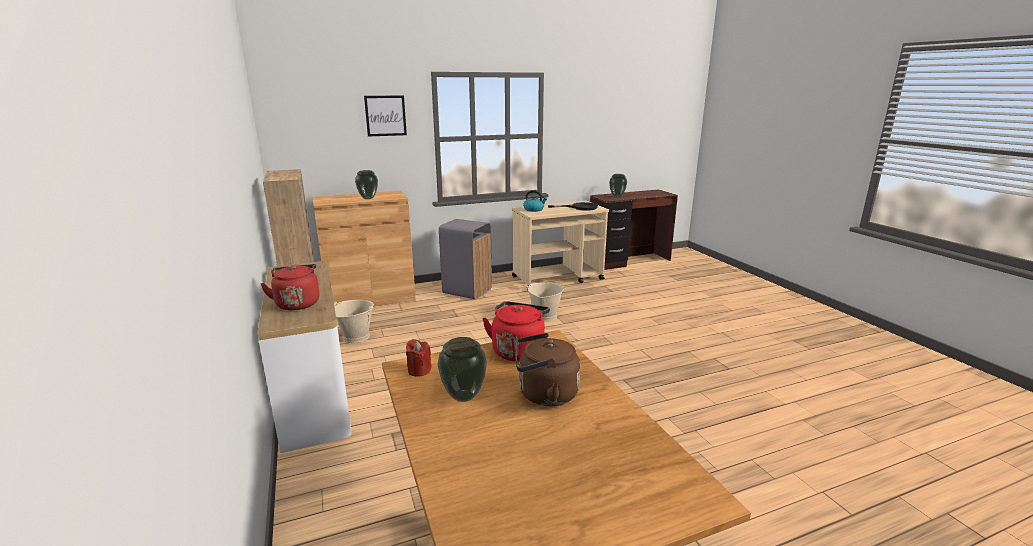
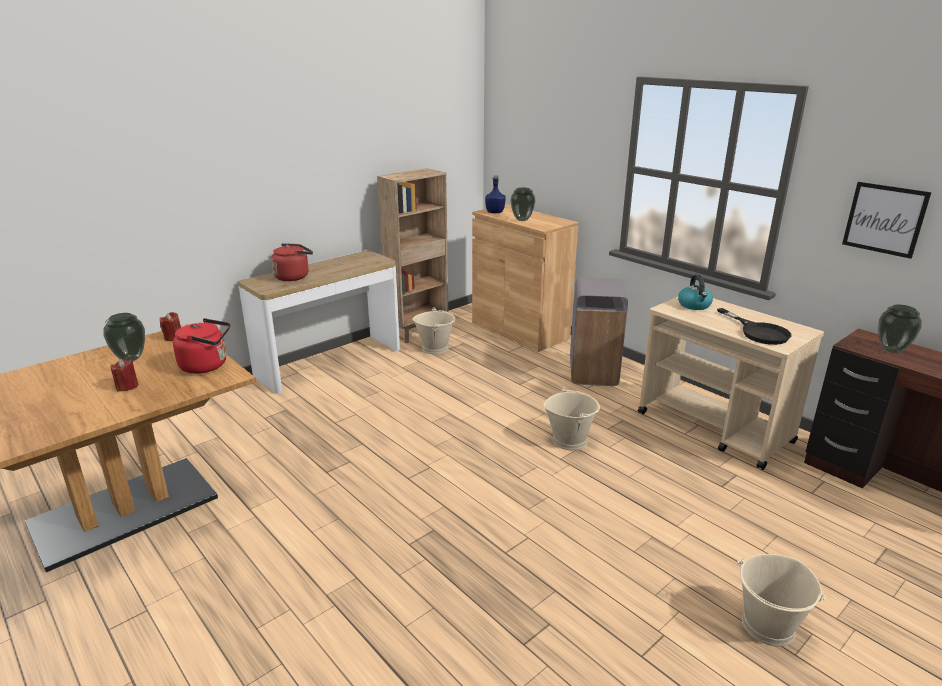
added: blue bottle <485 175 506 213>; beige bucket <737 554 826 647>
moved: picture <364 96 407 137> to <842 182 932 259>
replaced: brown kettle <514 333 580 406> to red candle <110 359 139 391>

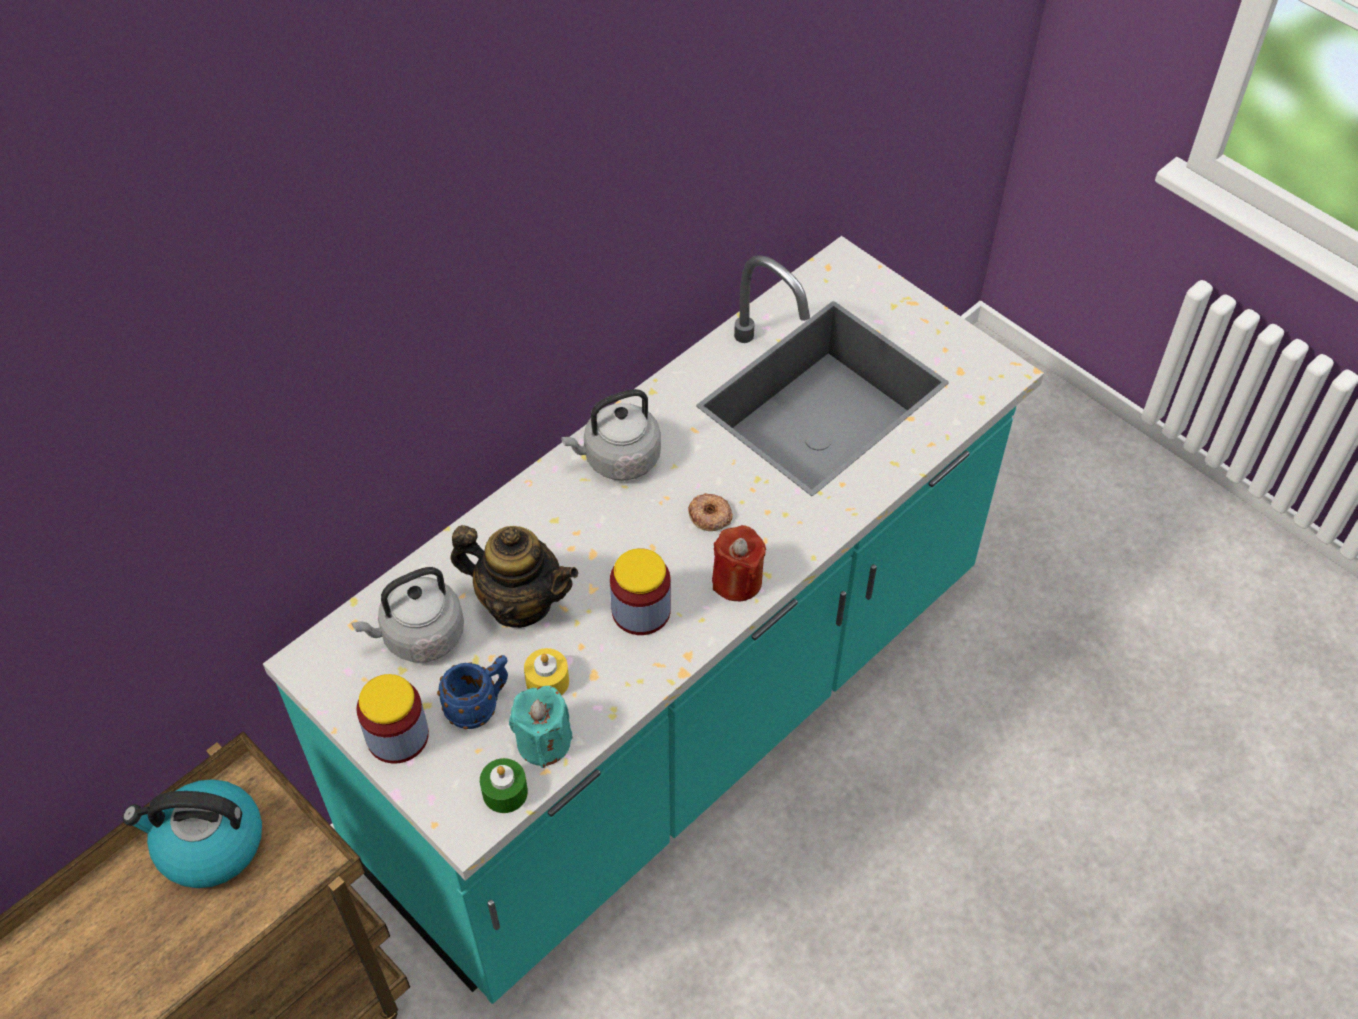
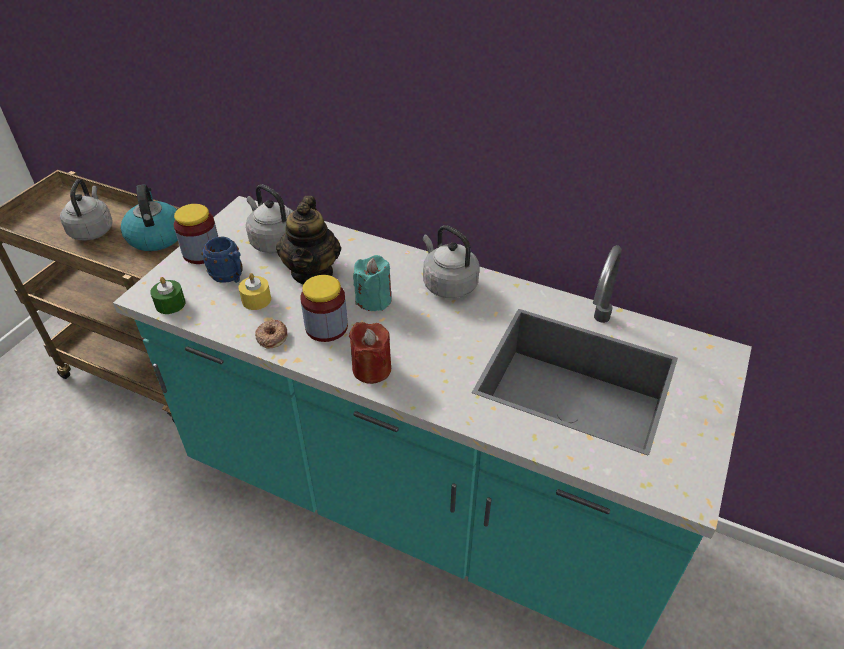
added: grey kettle <60 179 113 241>
moved: turquoise candle <509 686 573 768> to <353 255 392 311>; donut <688 493 733 531> to <255 319 287 348>

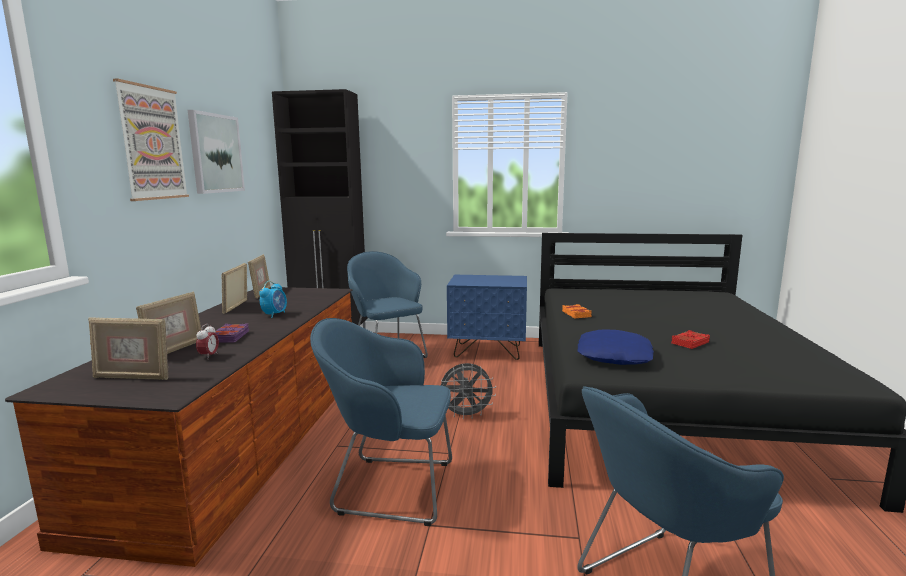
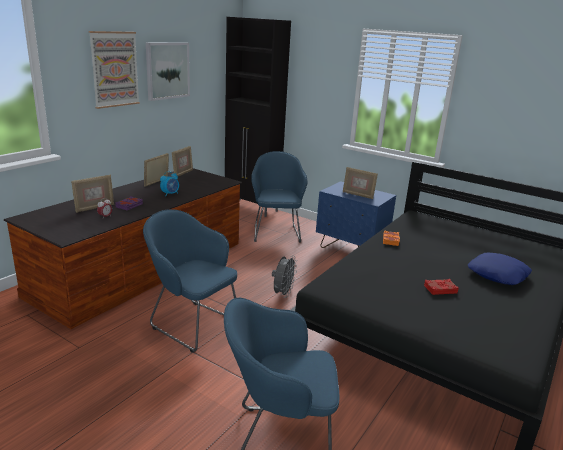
moved: picture frame <88 317 169 380> to <343 167 378 199>; blue pillow <577 329 654 365> to <468 253 532 285>
turned: grey fan <441 363 496 419> = <272 255 297 298> 90 degrees counterclockwise

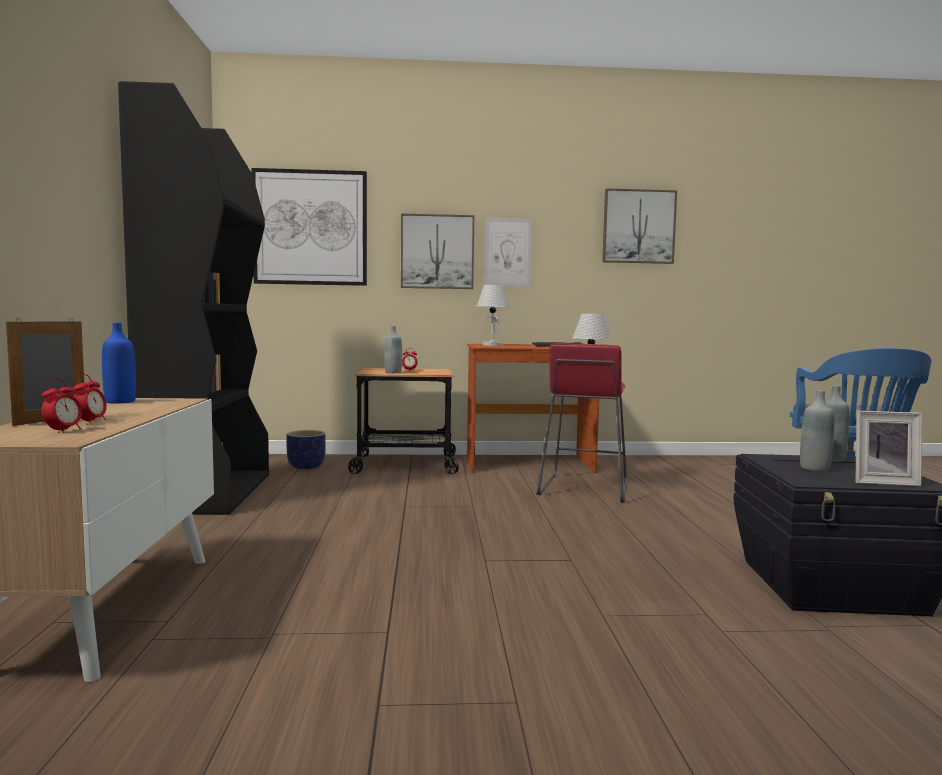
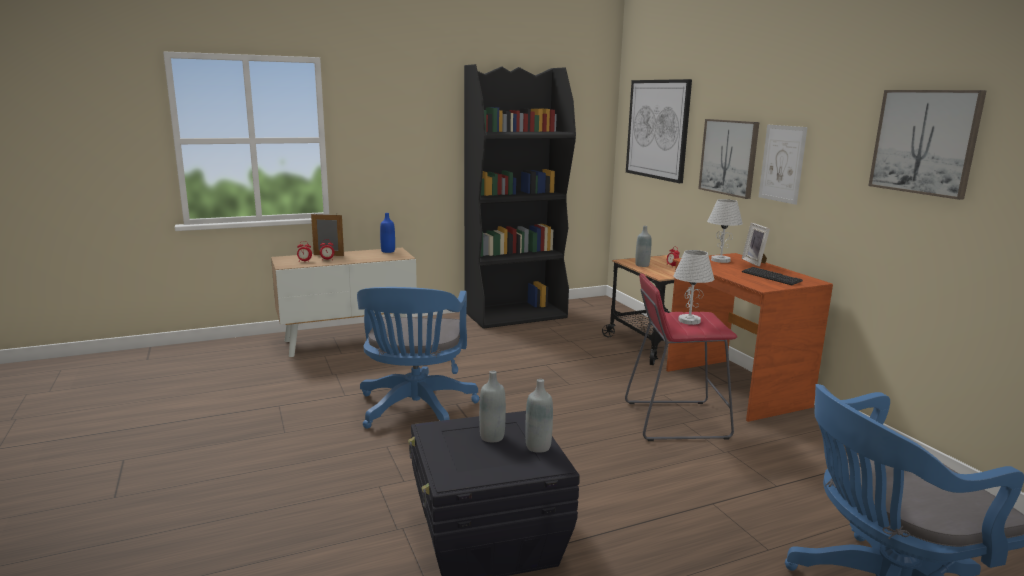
removed: planter <286 430 326 469>
added: blue office chair <357 287 480 429>
moved: picture frame <855 411 922 486> to <742 223 770 267>

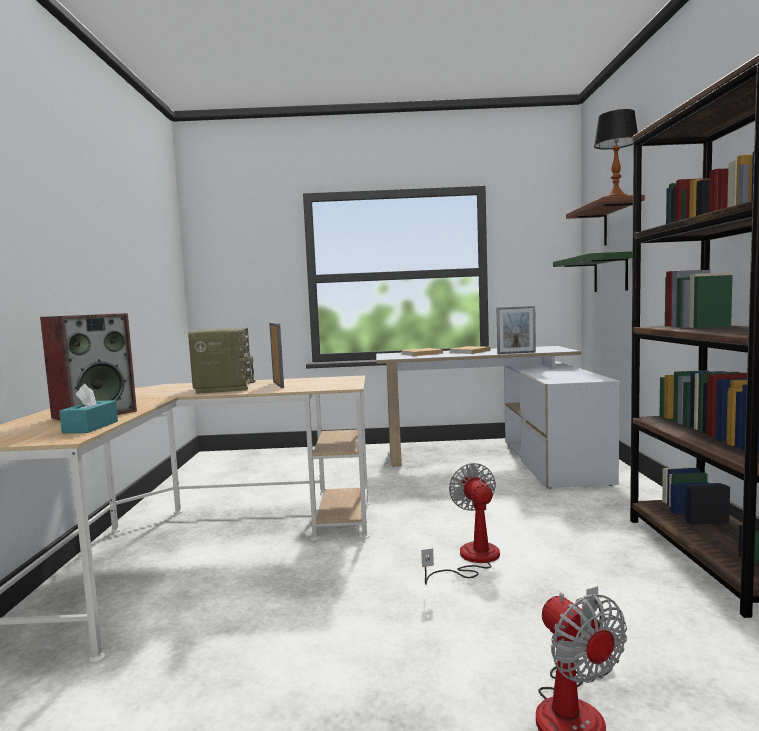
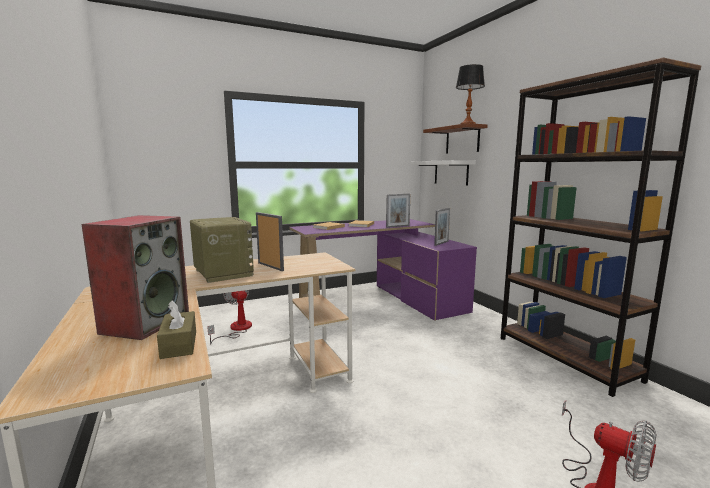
added: picture frame <434 208 450 246>
moved: fan <421 463 500 585> to <207 290 252 344>
recoloured: turquoise tissue box <59 384 118 434> to brown tissue box <157 300 196 359>; white desk <376 346 620 488> to purple desk <289 219 477 321>; green shelf <553 251 632 292> to white shelf <410 160 476 186>

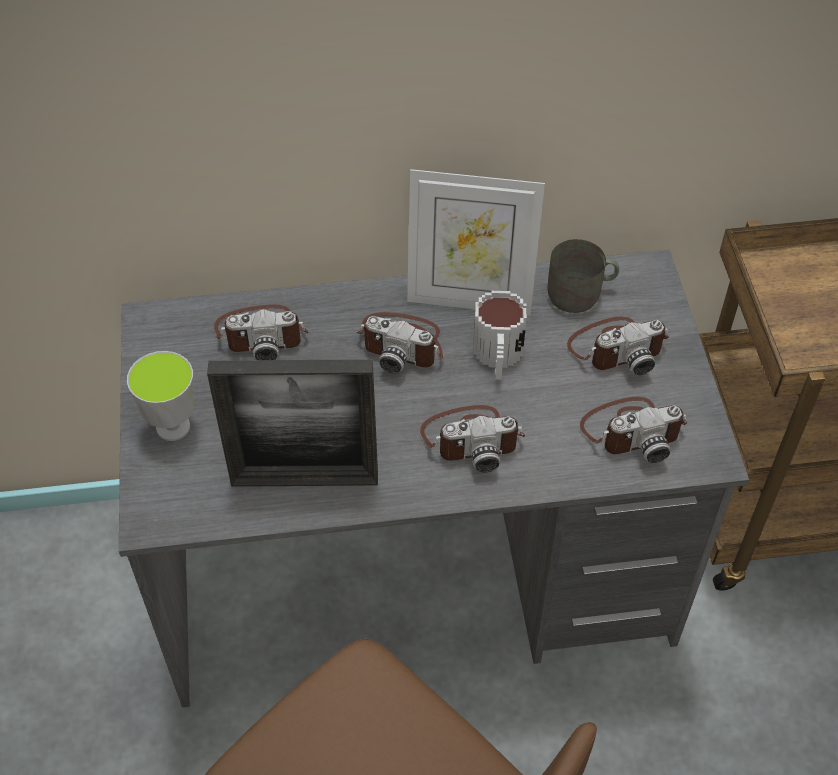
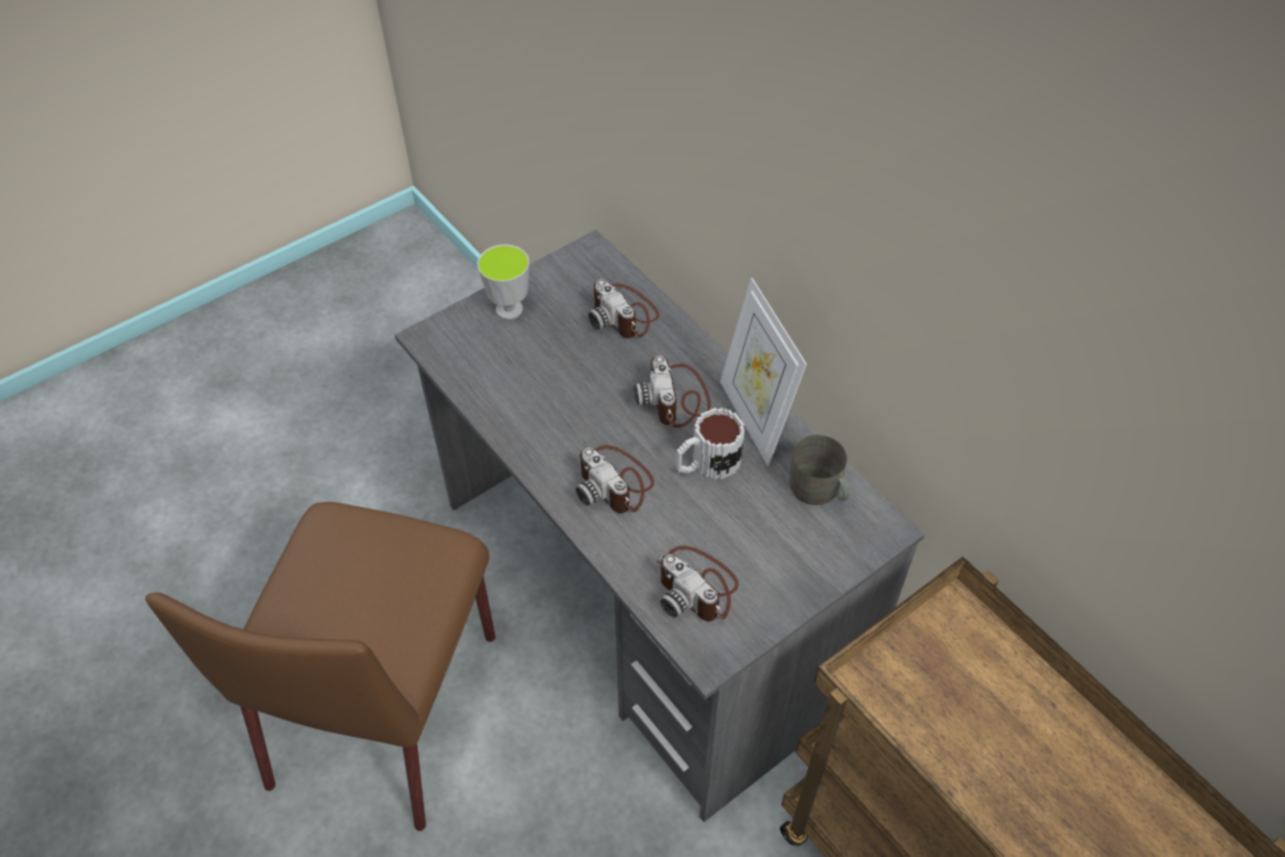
removed: picture frame <207 359 378 487>; photo camera <567 317 669 375>

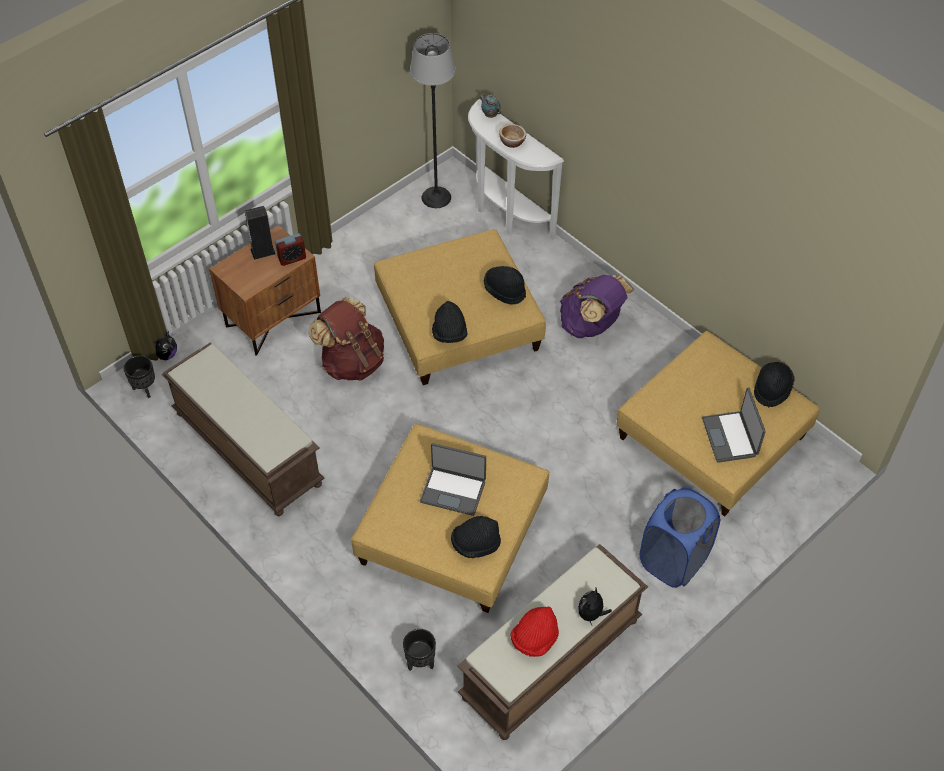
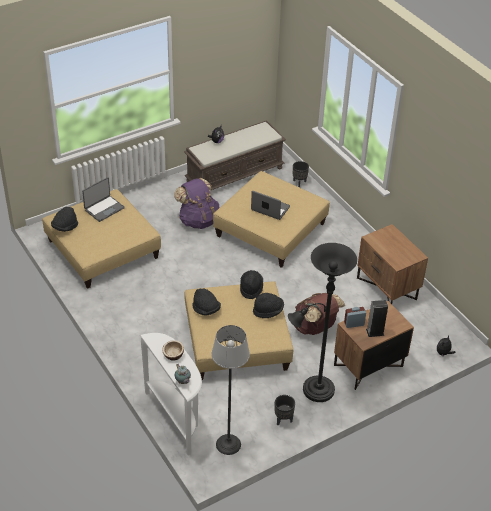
removed: red hat <510 606 559 657>; blue laundry basket <640 488 720 588>
added: black floor lamp <288 243 357 402>
moved: black planter <124 355 155 398> to <275 395 295 426>; black hat <451 516 501 558> to <253 293 284 318>; purple backpack <560 275 634 338> to <174 178 219 229>
replaced: brown bench <162 342 325 516> to brown nightstand <357 224 428 304>
turned: laptop <702 387 766 463> = <82 177 125 222> 45 degrees clockwise

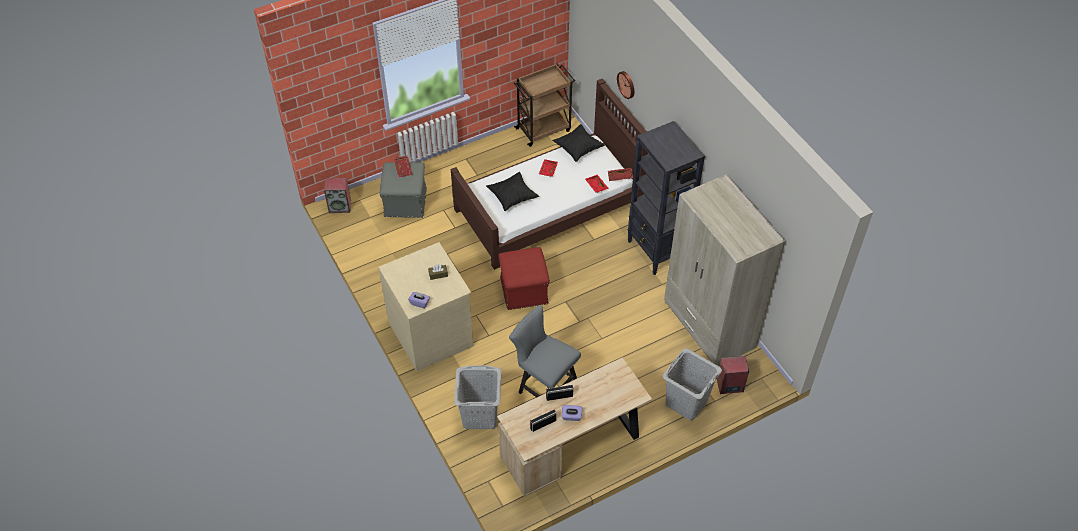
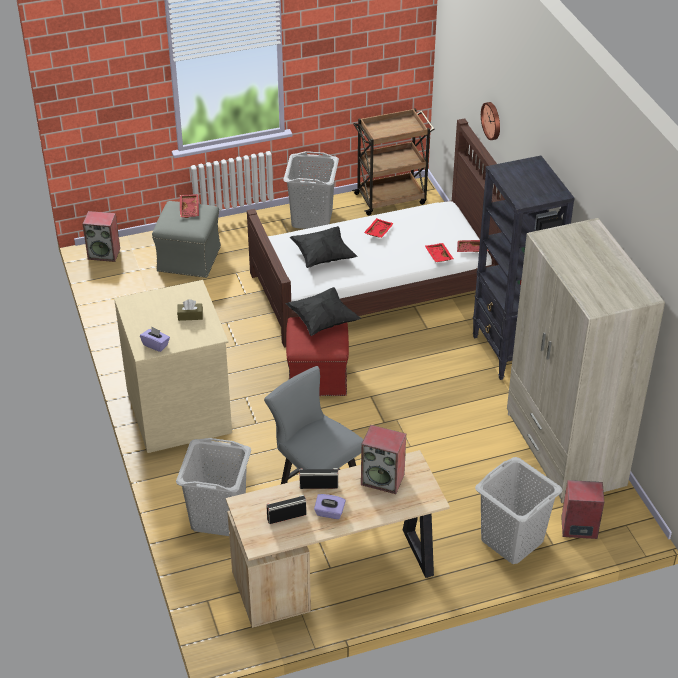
added: grey laundry basket <283 151 339 229>; speaker <361 425 406 494>
moved: black pillow <552 124 605 162> to <286 287 361 336>

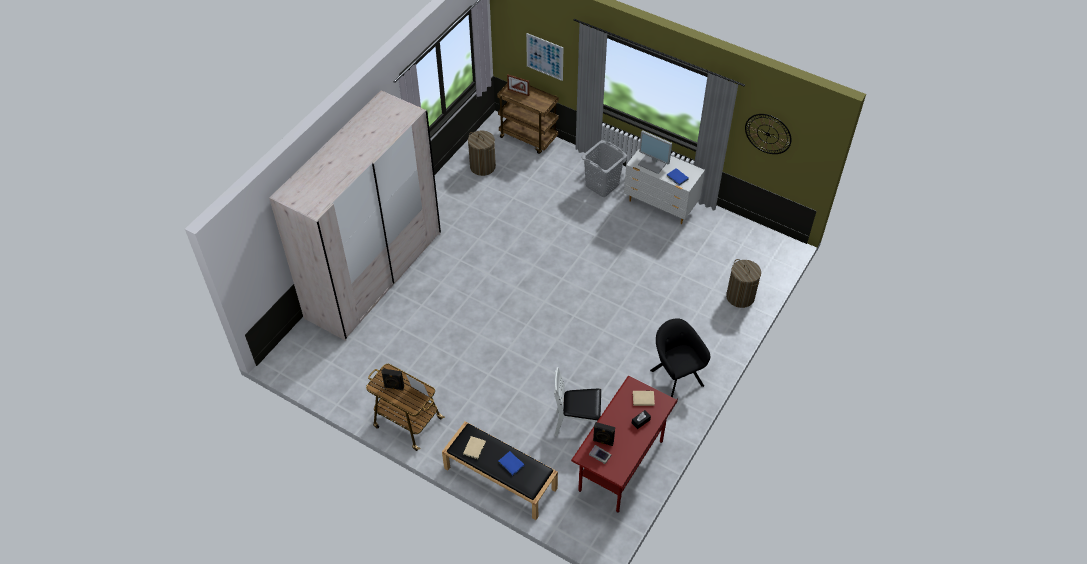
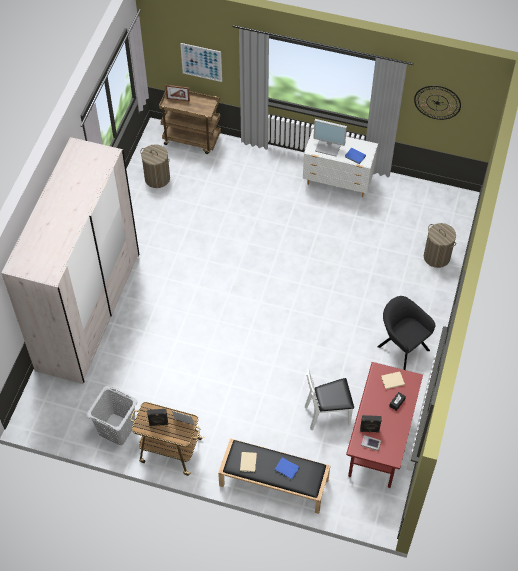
moved: grey laundry basket <581 140 627 197> to <86 386 137 445>

